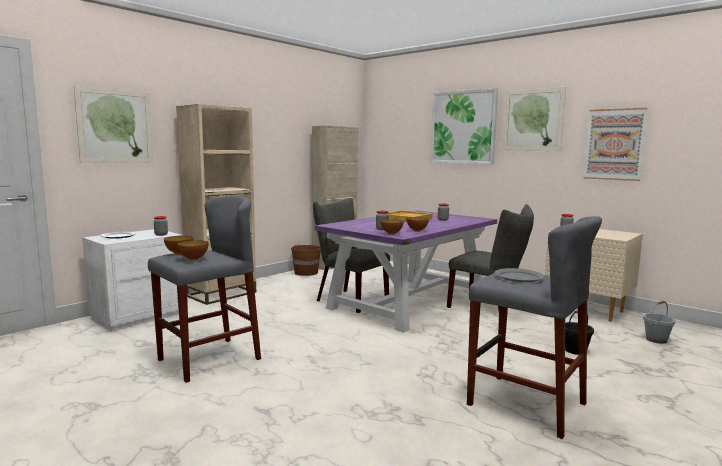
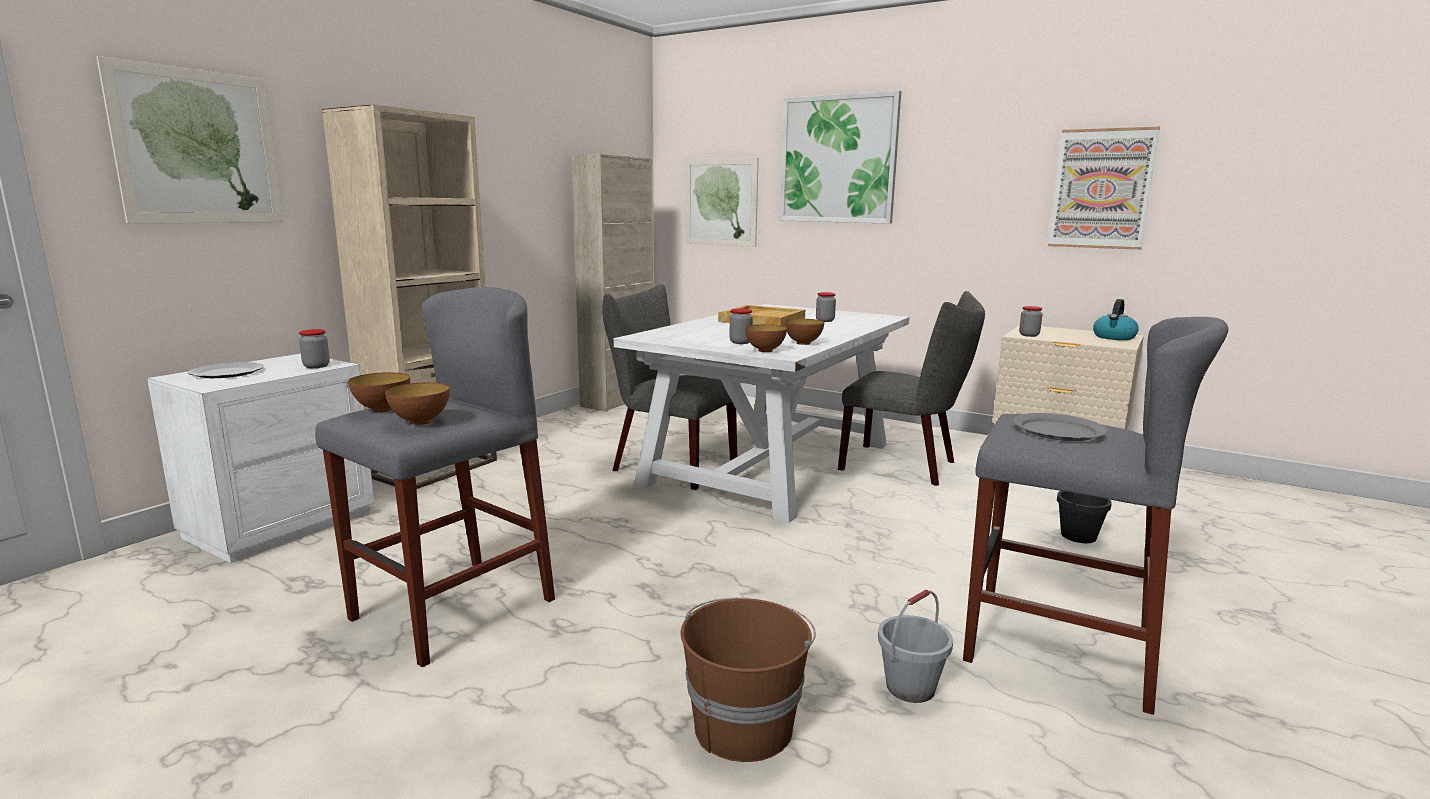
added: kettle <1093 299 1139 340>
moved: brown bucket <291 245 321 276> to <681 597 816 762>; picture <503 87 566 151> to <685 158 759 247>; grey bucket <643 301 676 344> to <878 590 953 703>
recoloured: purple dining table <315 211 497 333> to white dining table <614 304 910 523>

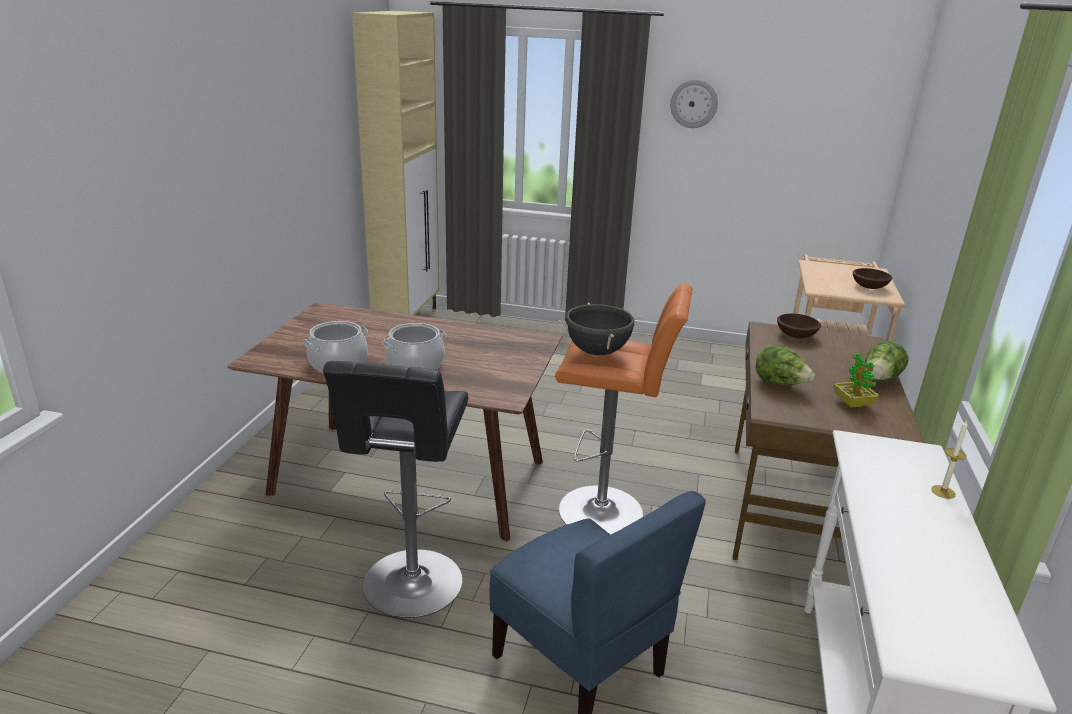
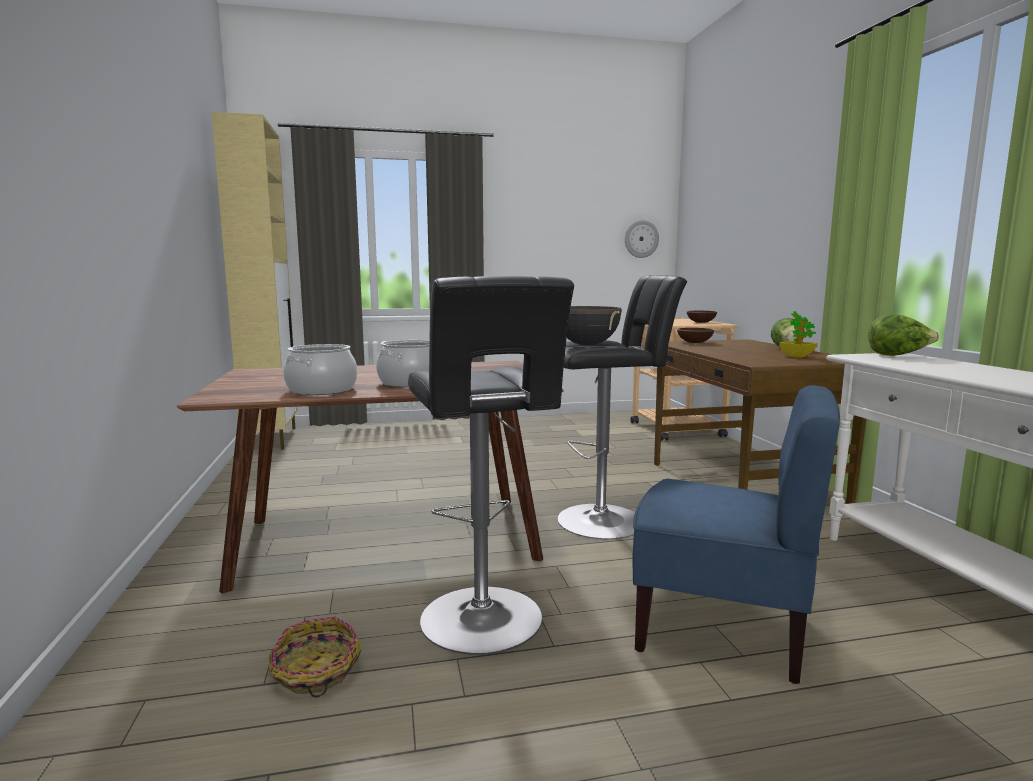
removed: candle <931 420 968 499>
added: basket <269 617 362 697>
moved: wall clock <670 80 718 128> to <625 220 659 258>; lettuce <756 344 815 386> to <868 315 939 356>
recoloured: orange stool <555 283 693 535> to black stool <558 275 687 539>

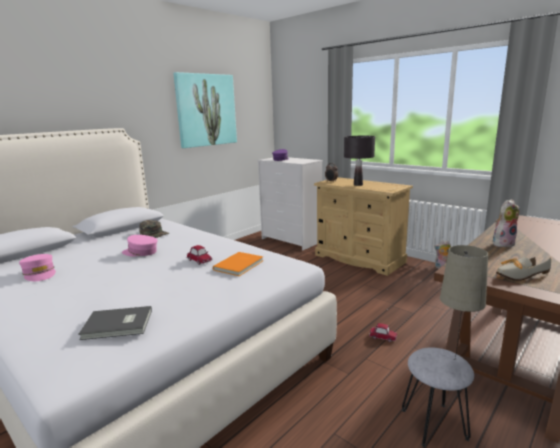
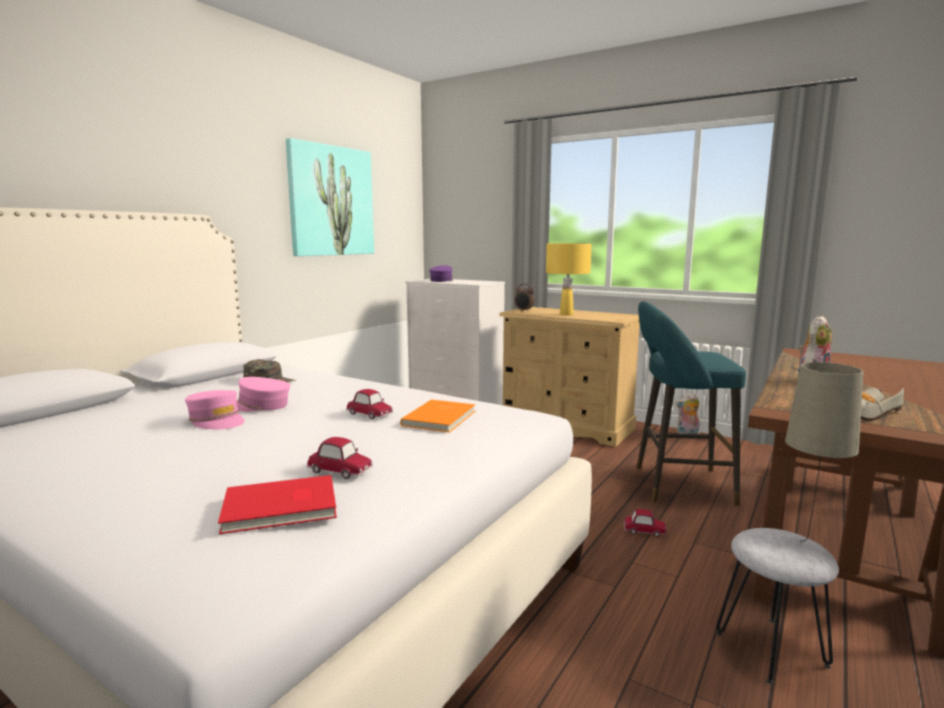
added: toy car <307 437 373 479>; turquoise stool <636 301 746 506>
moved: pink cap <19 254 56 281> to <185 390 244 429>
recoloured: grey book <78 306 152 340> to red book <218 475 337 534>; black table lamp <344 136 375 186> to yellow table lamp <546 243 592 315>

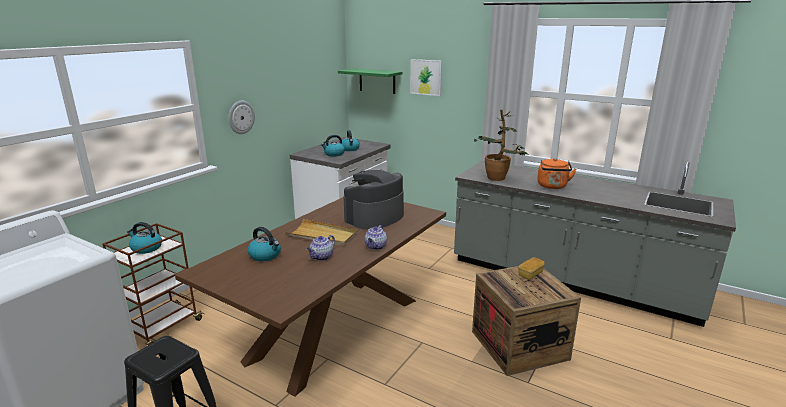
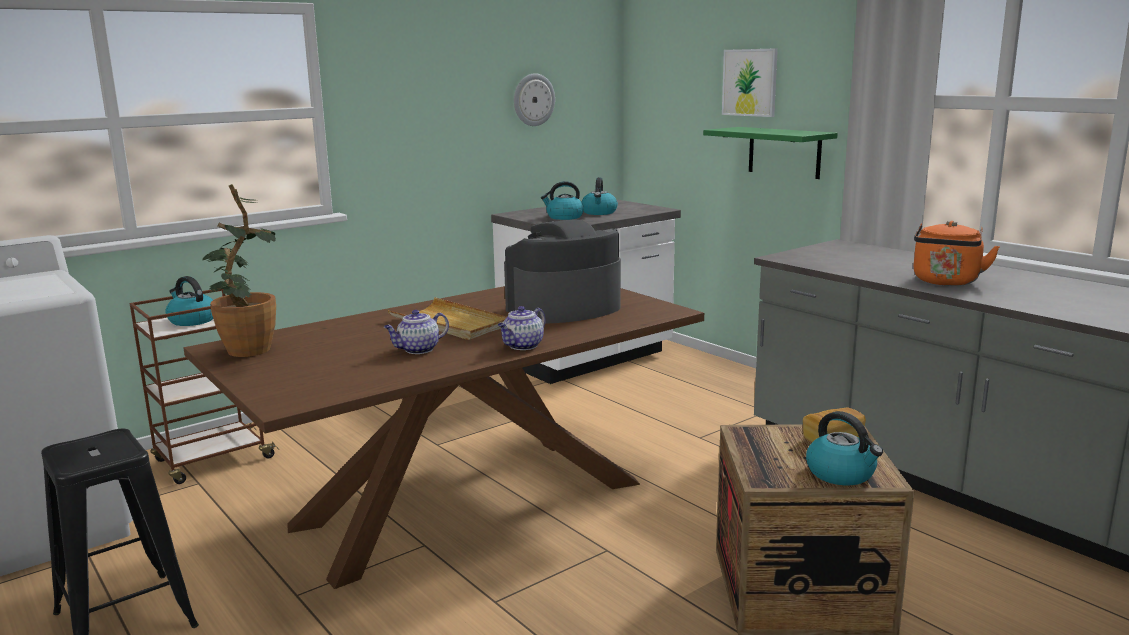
moved: wall clock <229 101 255 134> to <514 73 555 126>; kettle <248 227 281 261> to <806 411 883 485>; green shelf <338 68 402 94> to <703 127 838 179>; potted plant <474 109 528 181> to <202 184 276 357>

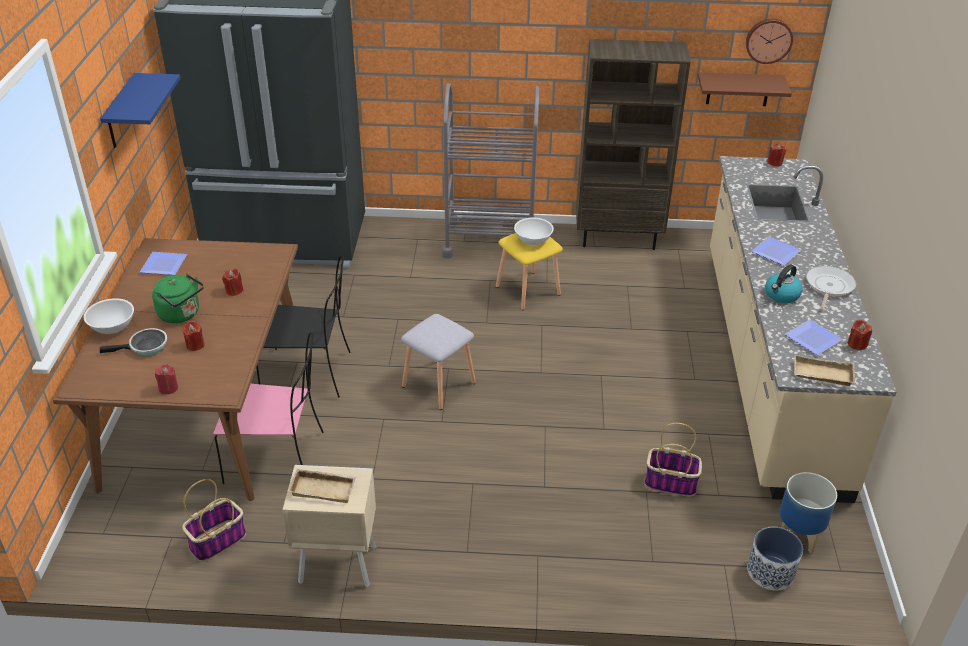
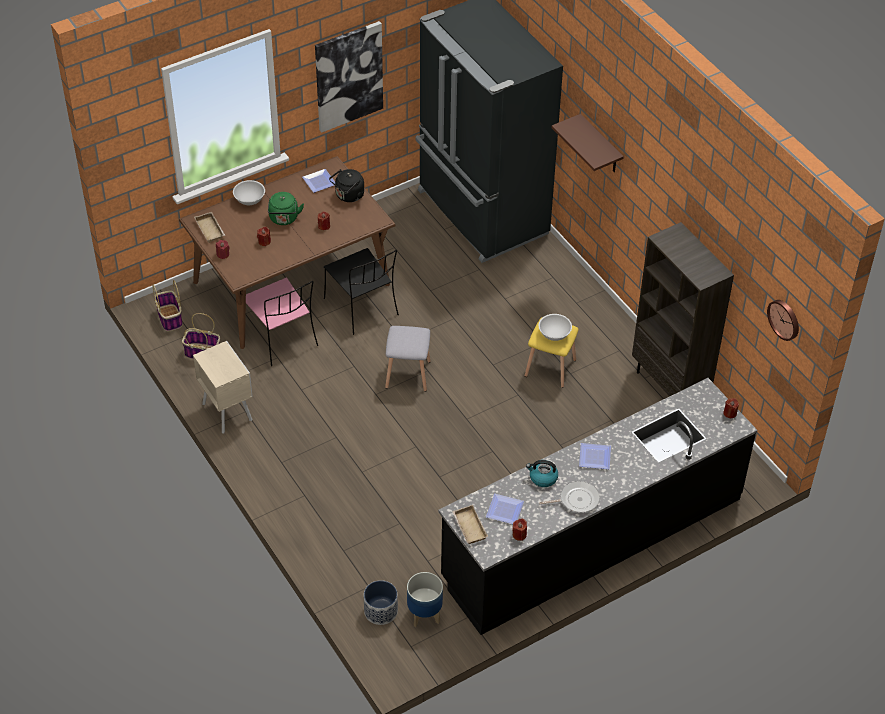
removed: frying pan <100 328 168 356>; grey cart <442 83 539 259>
added: black kettle <329 169 364 202>
moved: beige tray <288 469 356 503> to <194 212 225 243>; basket <645 423 702 496> to <152 280 183 331>; brown shelf <697 72 792 106> to <551 114 624 172>
replaced: blue shelf <100 73 181 148> to picture <315 21 383 133>
recoloured: beige counter <710 156 896 503> to black counter <438 378 757 635>

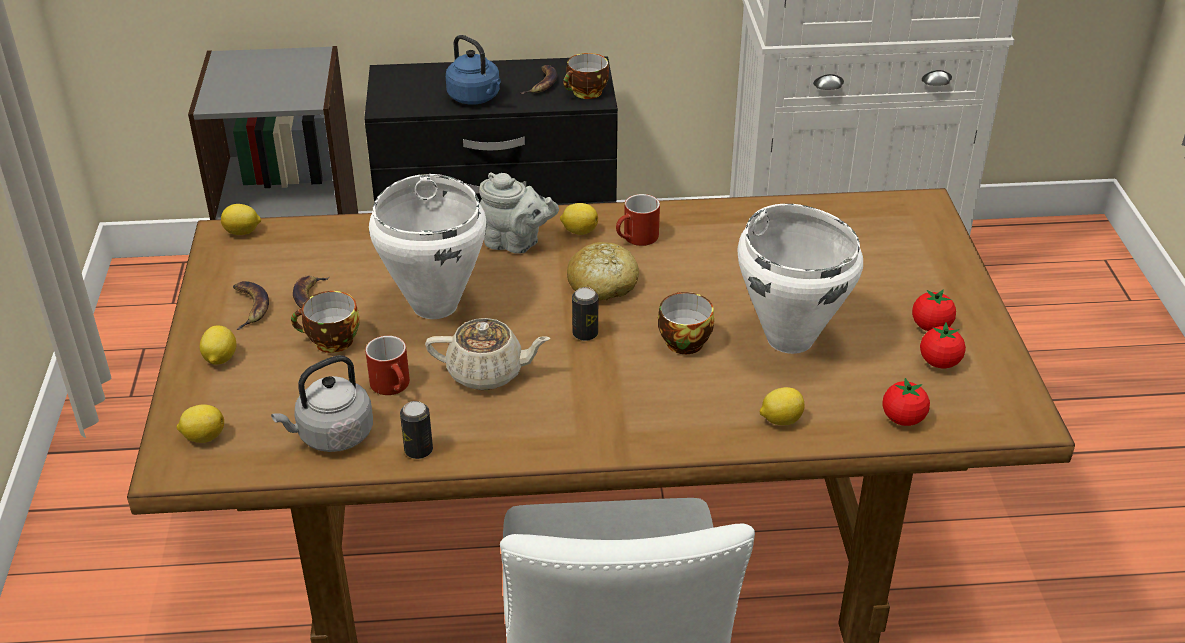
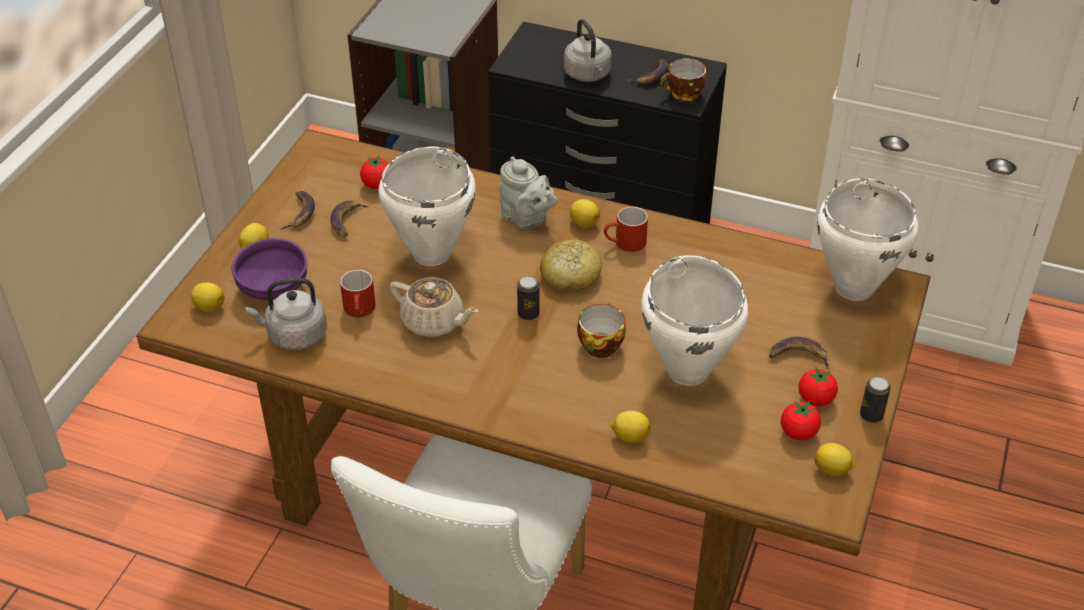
removed: cup <291 291 360 353>
added: purple bowl <232 238 307 300>; banana <769 337 829 369>; white cooking pot <817 178 918 301>
moved: lemon <221 204 261 235> to <814 443 855 476>; can <400 401 433 459> to <860 377 891 423>; tomato <882 378 930 426> to <360 155 389 189>
recoloured: blue kettle <446 35 501 105> to grey kettle <564 19 612 82>

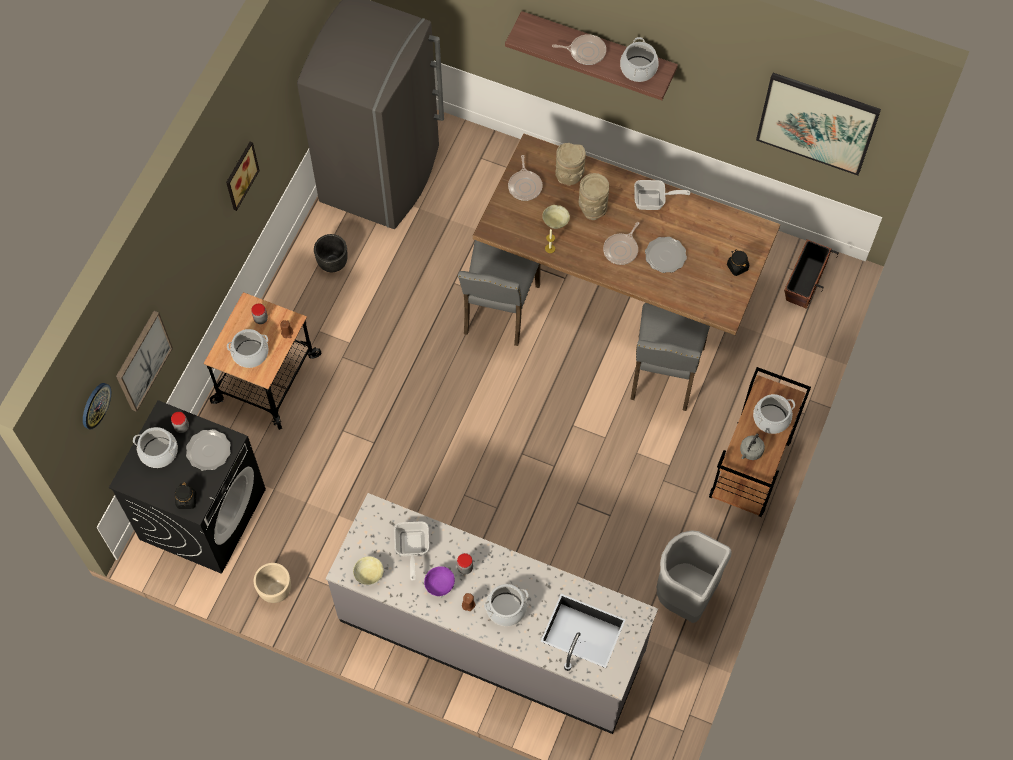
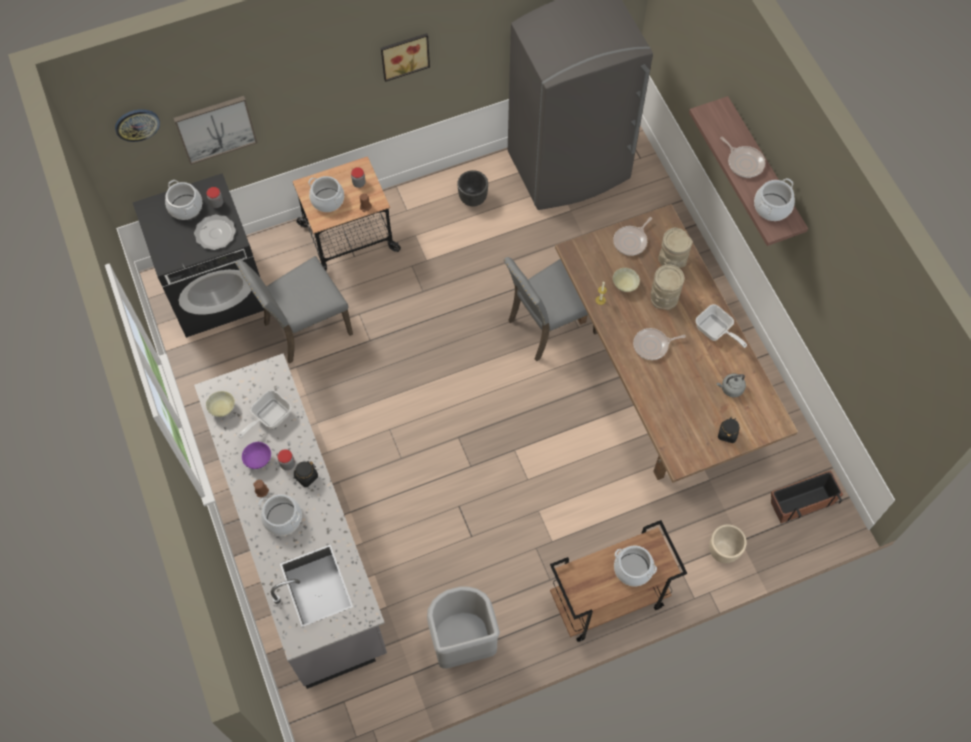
removed: plate <645 237 687 273>; picture <756 73 881 175>
moved: black jar <175 482 196 509> to <294 461 318 487>; beige planter <254 563 291 603> to <709 524 747 563>; grey chair <630 303 710 411> to <235 256 353 364>; grey kettle <740 433 765 460> to <717 373 746 397>

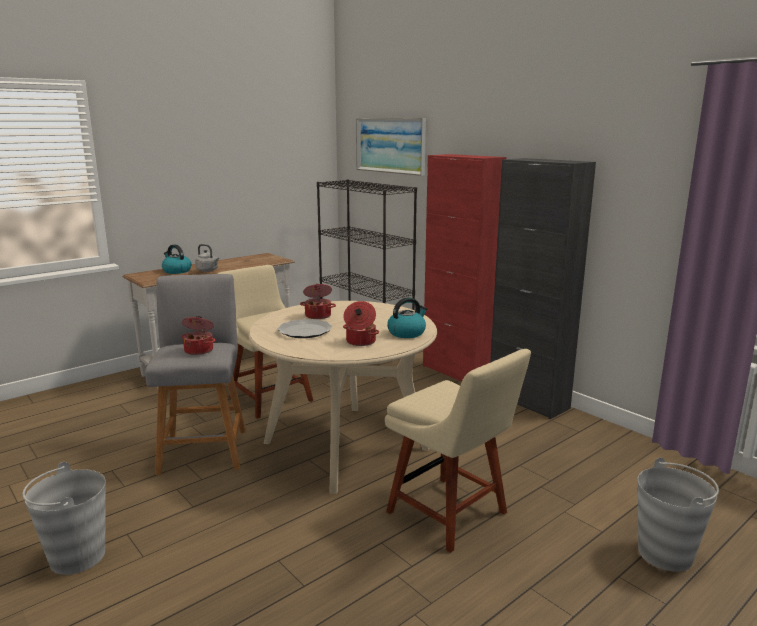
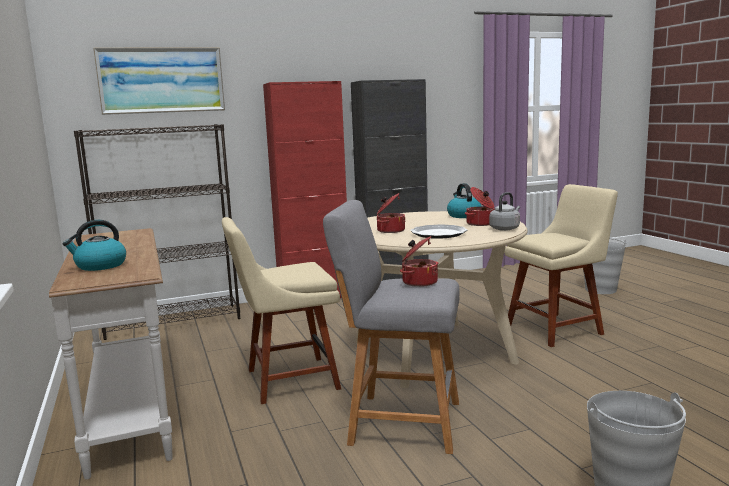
moved: grey kettle <195 244 219 272> to <489 192 520 231>

